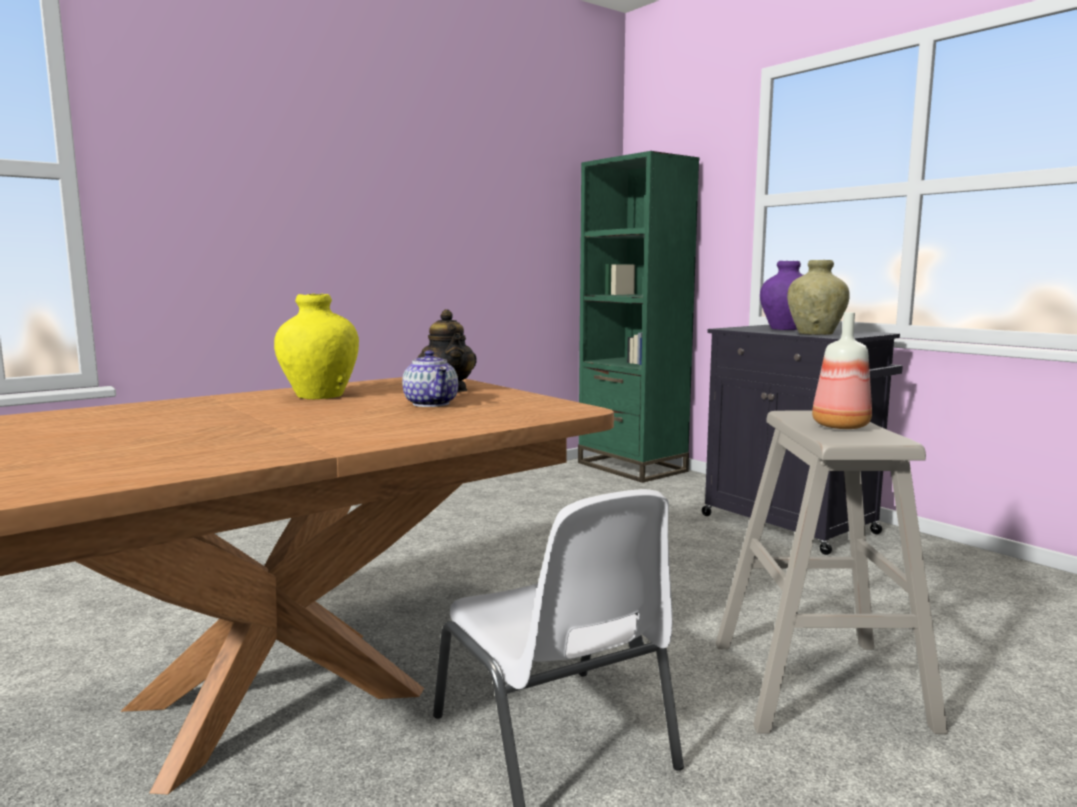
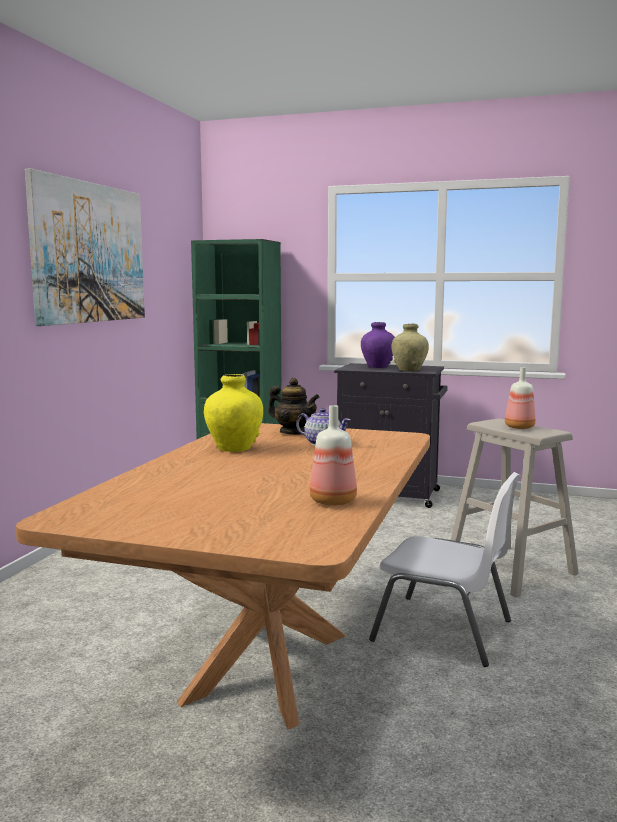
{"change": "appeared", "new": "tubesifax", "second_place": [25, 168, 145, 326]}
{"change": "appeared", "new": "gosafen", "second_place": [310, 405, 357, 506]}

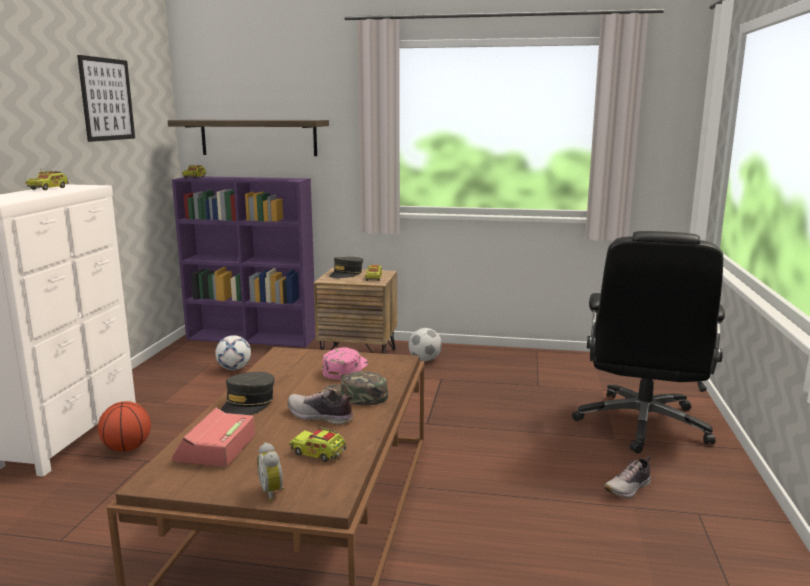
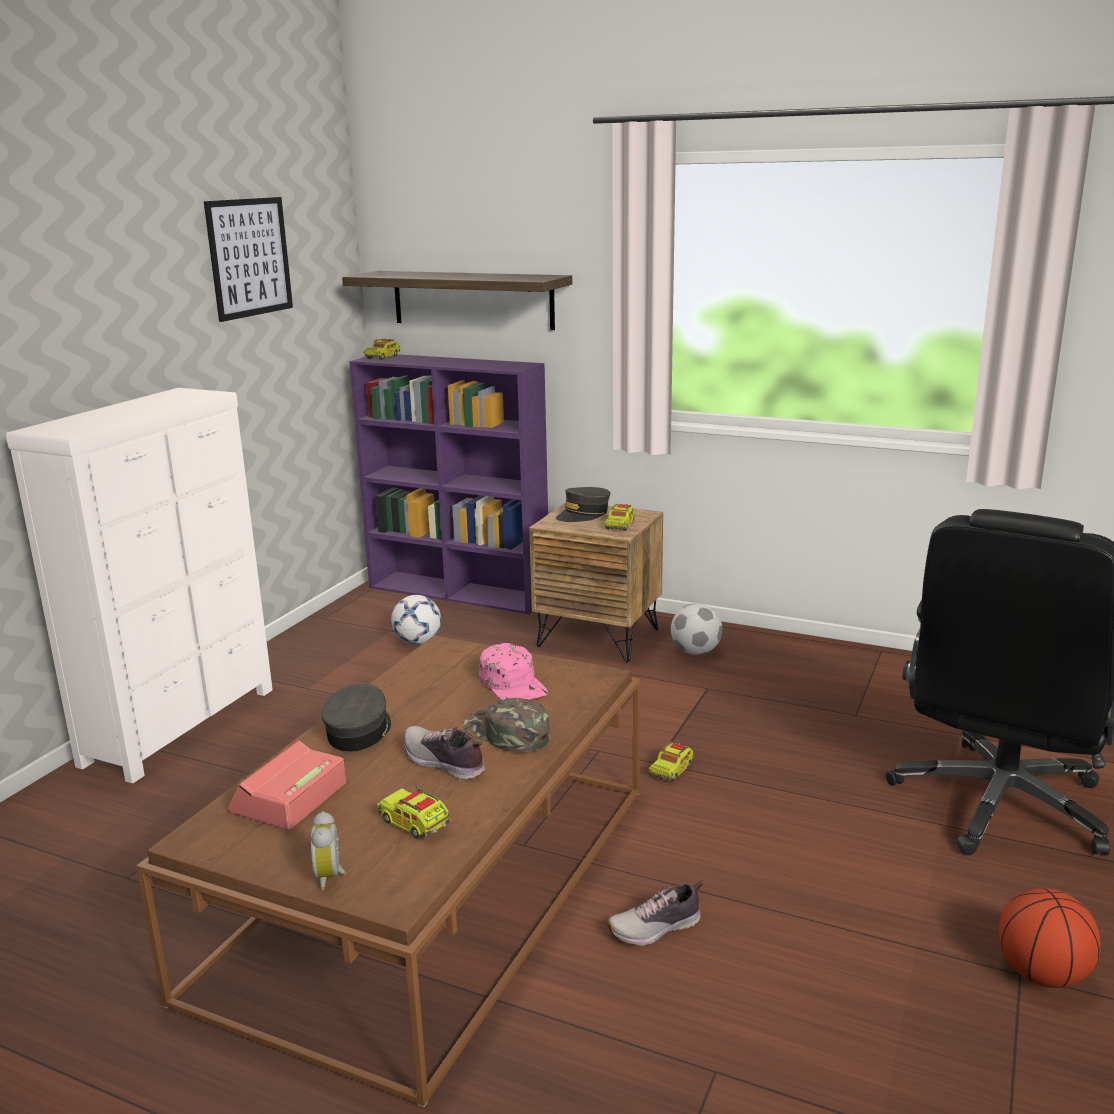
{"change": "spun", "old": "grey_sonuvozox", "first_place": [221, 372, 275, 415], "second_place": [321, 683, 391, 752], "degrees": 150}
{"change": "spun", "old": "pink_sonuvozox", "first_place": [322, 347, 368, 380], "second_place": [479, 643, 548, 700], "degrees": 120}
{"change": "relocated", "old": "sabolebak", "first_place": [604, 456, 651, 499], "second_place": [607, 881, 703, 946]}
{"change": "relocated", "old": "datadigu", "first_place": [25, 171, 69, 190], "second_place": [648, 742, 694, 781]}
{"change": "relocated", "old": "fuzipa", "first_place": [98, 401, 151, 452], "second_place": [999, 888, 1101, 988]}

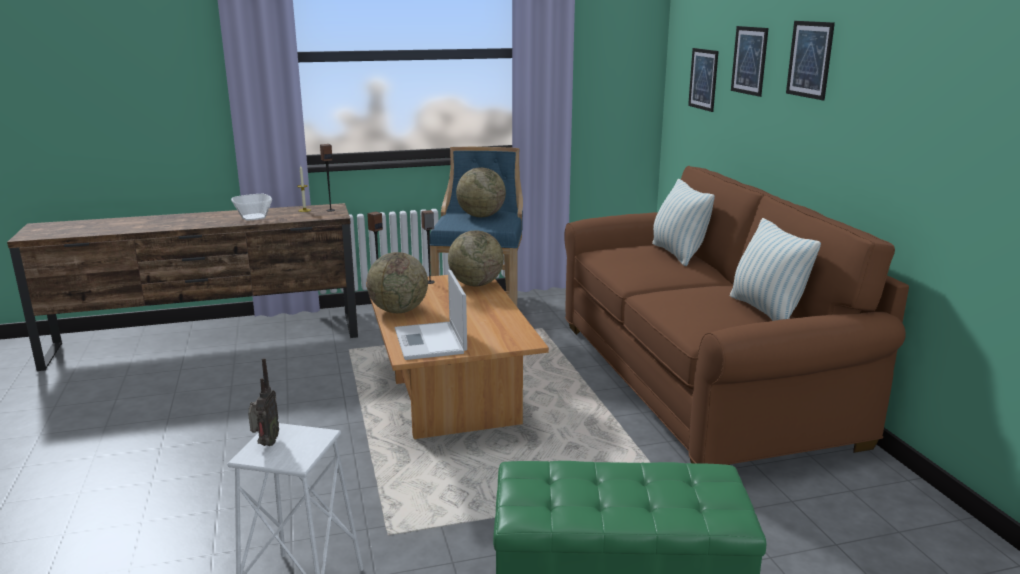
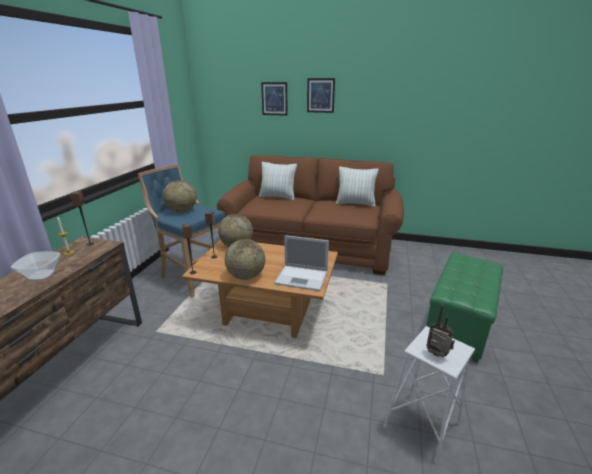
{"change": "missing", "old": "tubesifax", "first_place": [688, 48, 719, 112]}

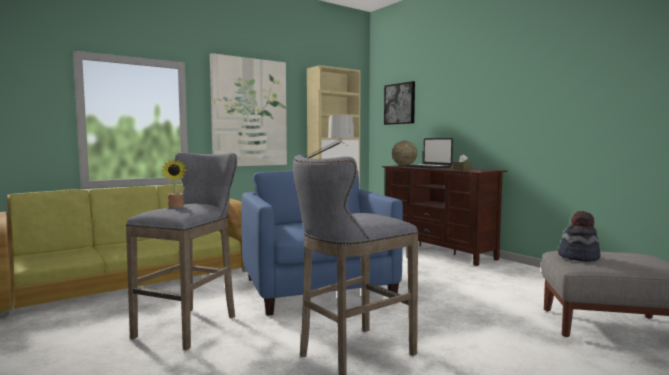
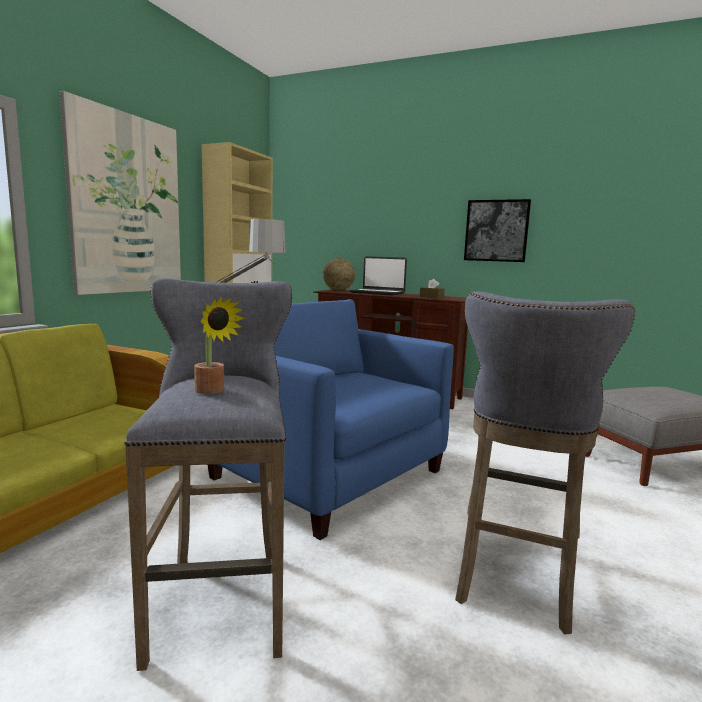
{"change": "relocated", "old": "tubesifax", "first_place": [384, 81, 415, 125], "second_place": [464, 199, 531, 262]}
{"change": "missing", "old": "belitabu", "first_place": [558, 211, 601, 262]}

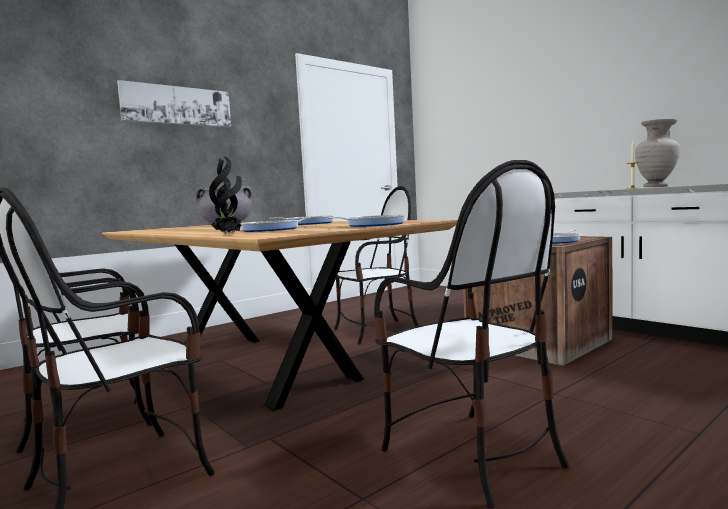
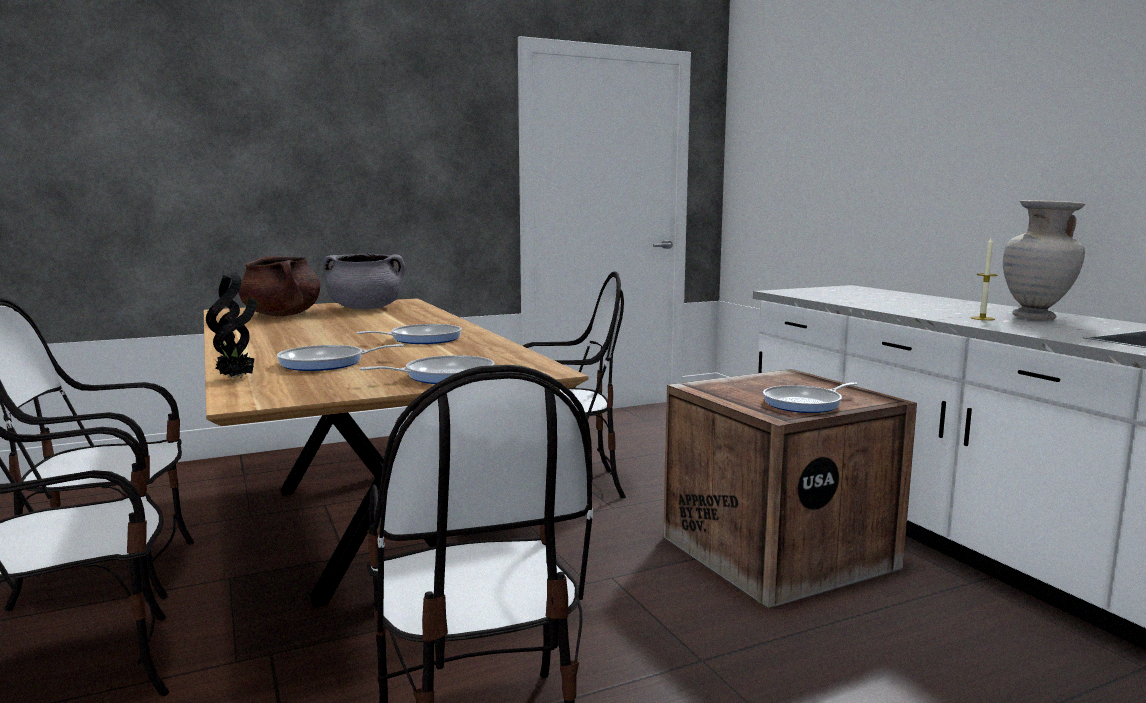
{"change": "appeared", "new": "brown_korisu", "second_place": [238, 256, 320, 316]}
{"change": "missing", "old": "tubesifax", "first_place": [117, 80, 231, 127]}

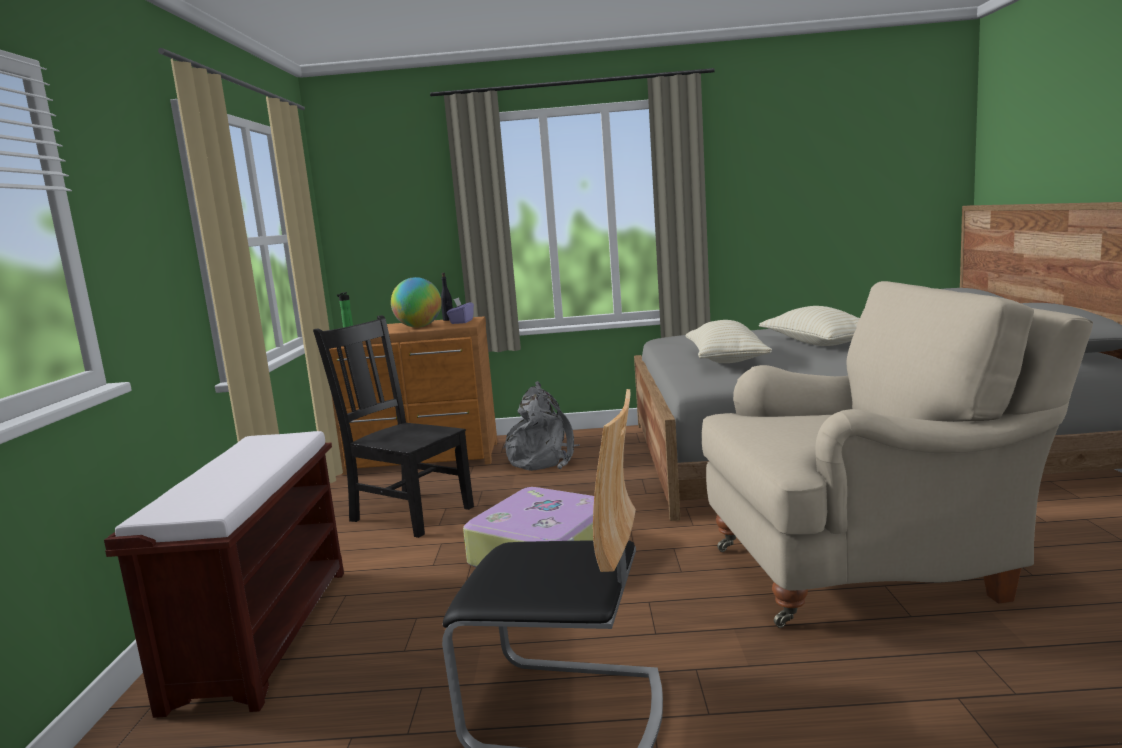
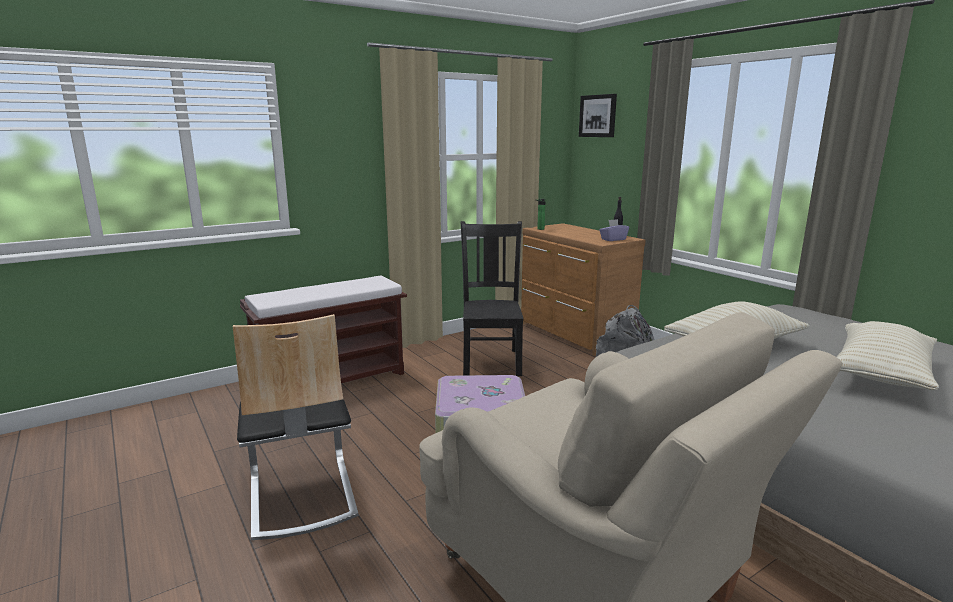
{"change": "appeared", "new": "tubesifax", "second_place": [579, 94, 617, 137]}
{"change": "missing", "old": "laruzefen", "first_place": [391, 277, 442, 327]}

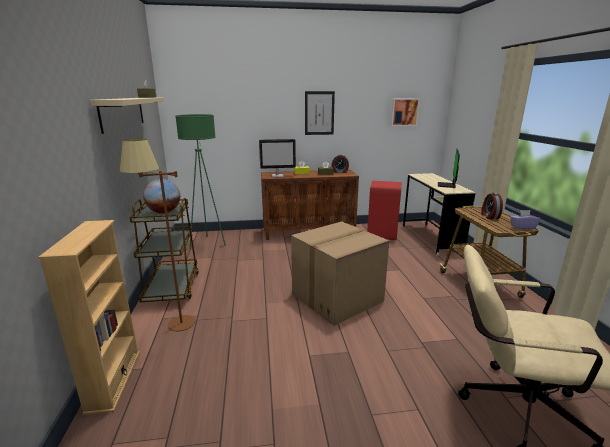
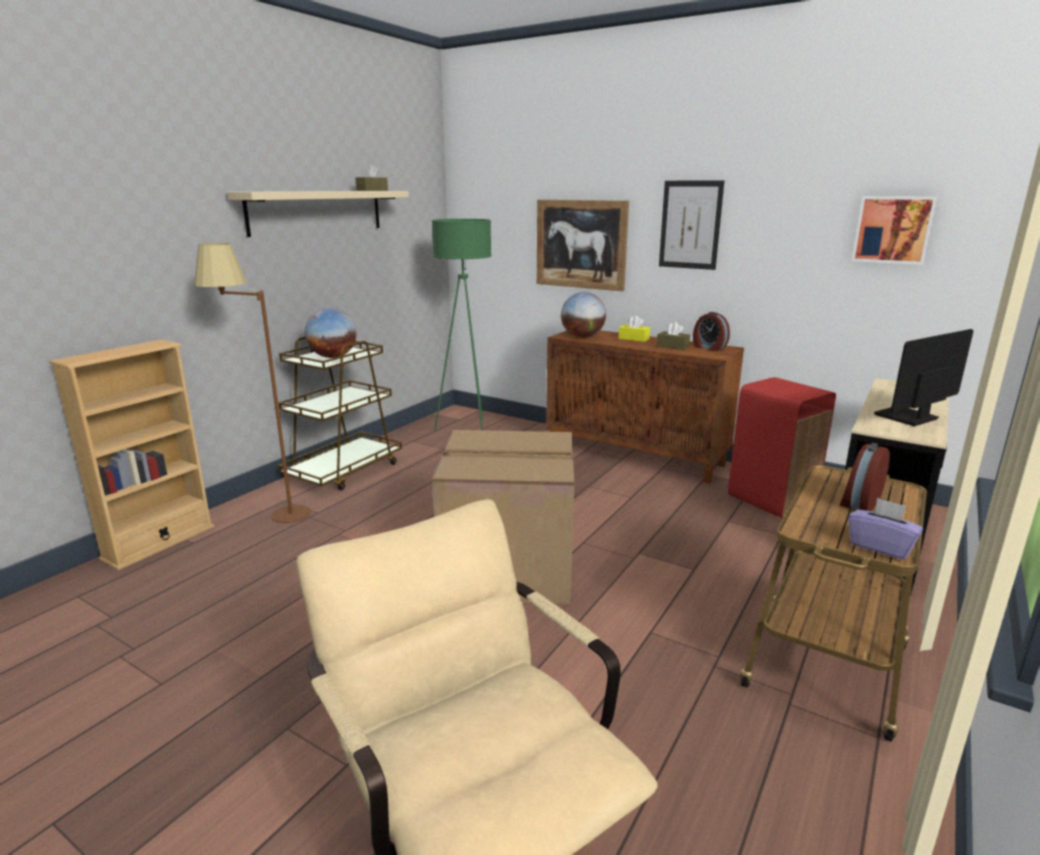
{"change": "appeared", "new": "tubesifax", "second_place": [537, 200, 629, 291]}
{"change": "exchanged", "old": "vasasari", "new": "laruzefen", "first_place": [259, 139, 296, 178], "second_place": [561, 292, 606, 338]}

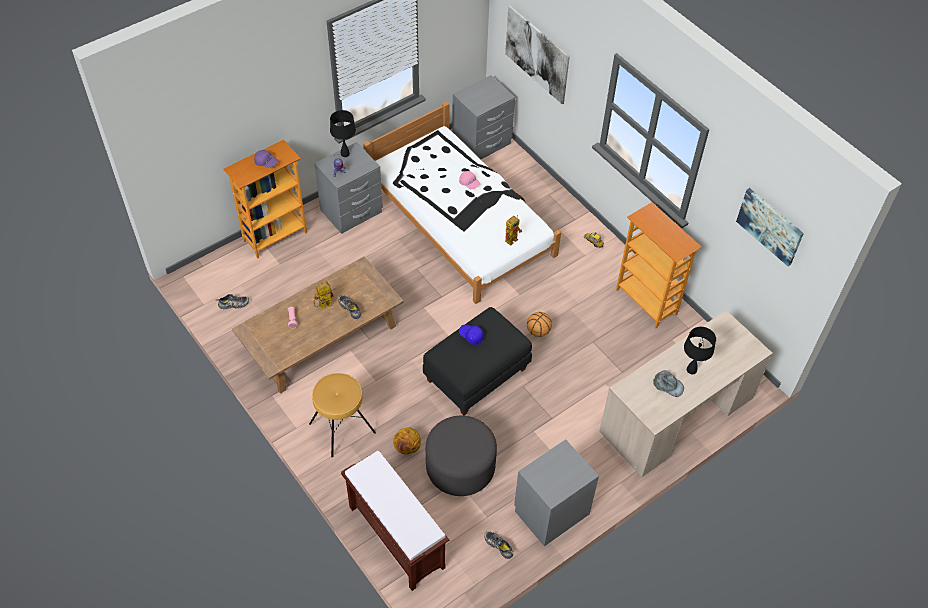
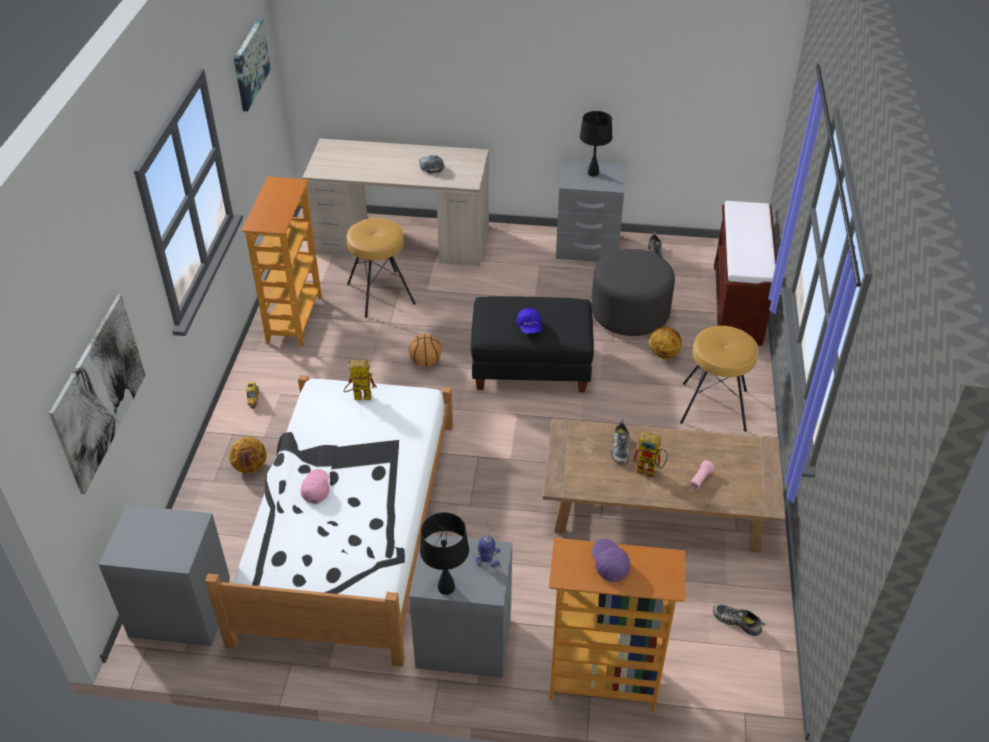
{"change": "appeared", "new": "fuzipa", "second_place": [229, 437, 267, 473]}
{"change": "appeared", "new": "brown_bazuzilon", "second_place": [346, 218, 416, 318]}
{"change": "relocated", "old": "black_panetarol", "first_place": [684, 327, 716, 374], "second_place": [580, 111, 612, 176]}

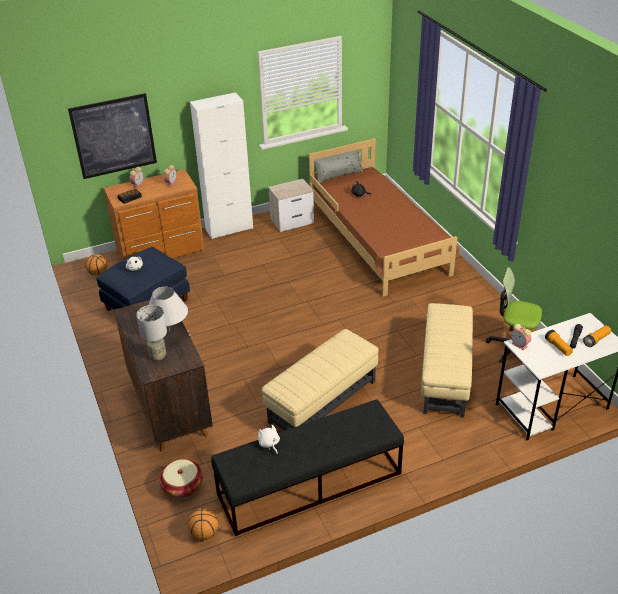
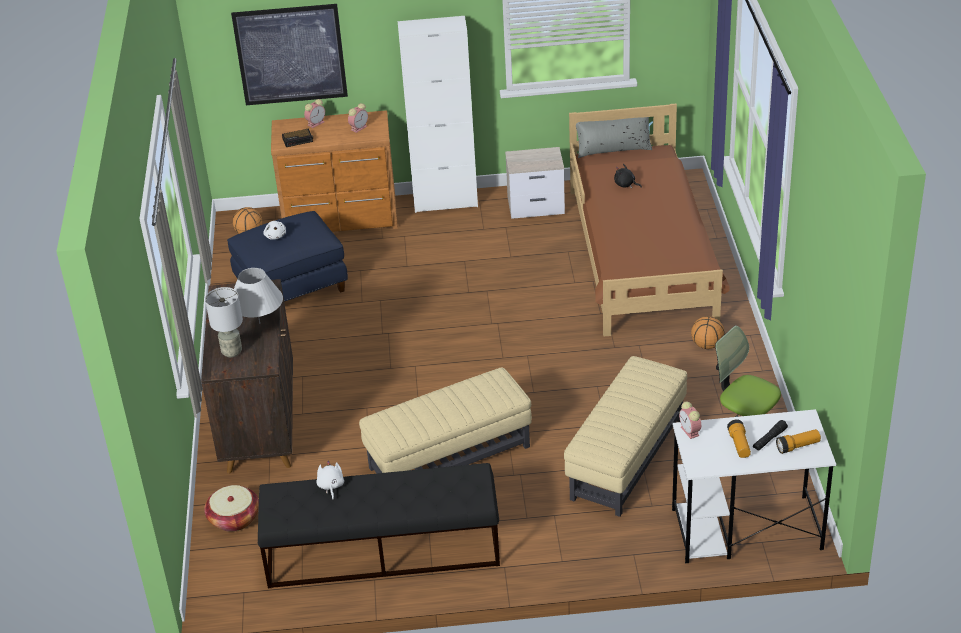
{"change": "relocated", "old": "fuzipa", "first_place": [188, 508, 219, 540], "second_place": [691, 316, 725, 349]}

